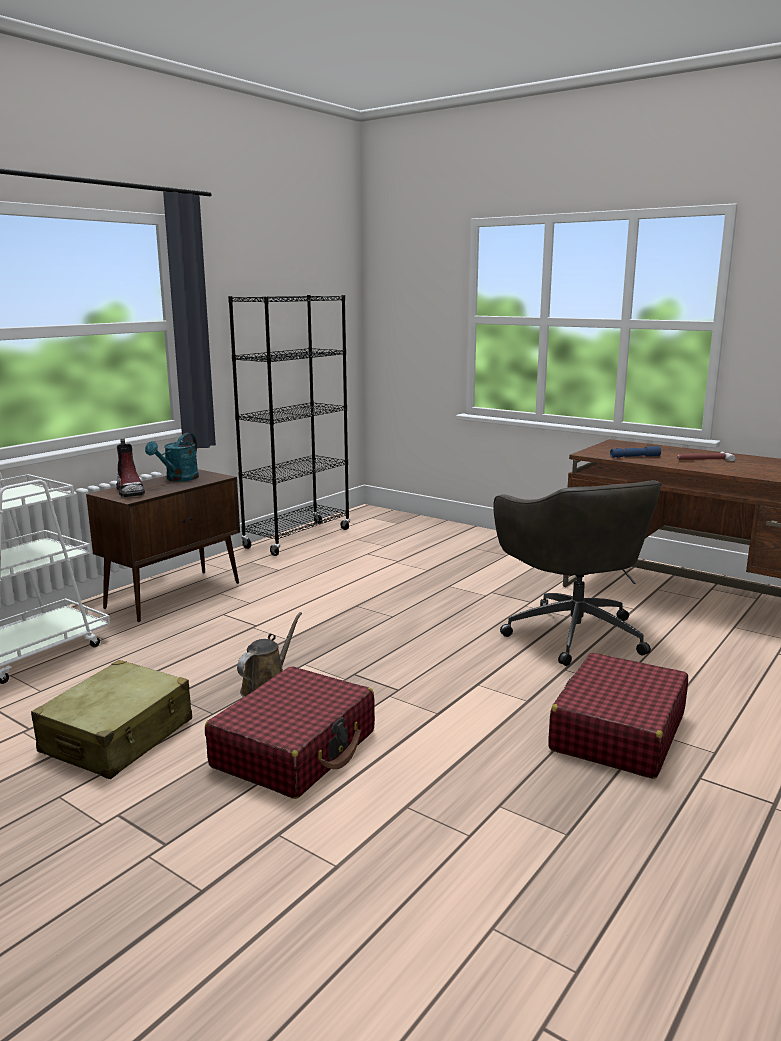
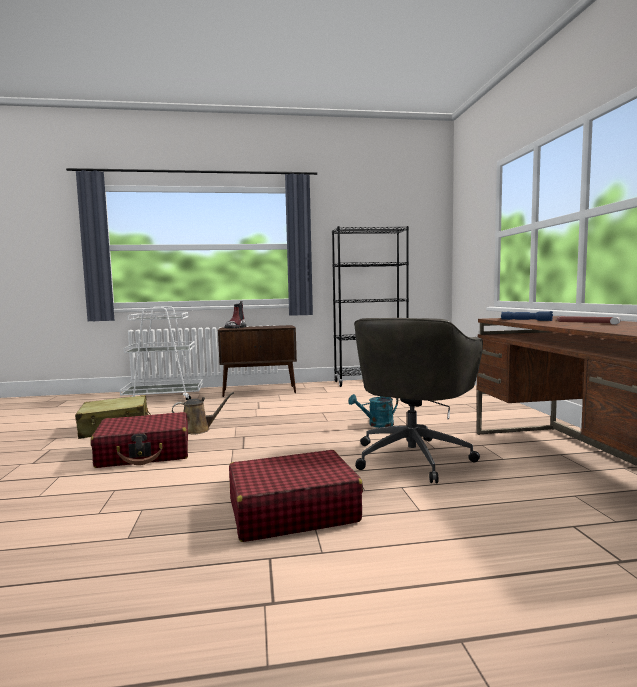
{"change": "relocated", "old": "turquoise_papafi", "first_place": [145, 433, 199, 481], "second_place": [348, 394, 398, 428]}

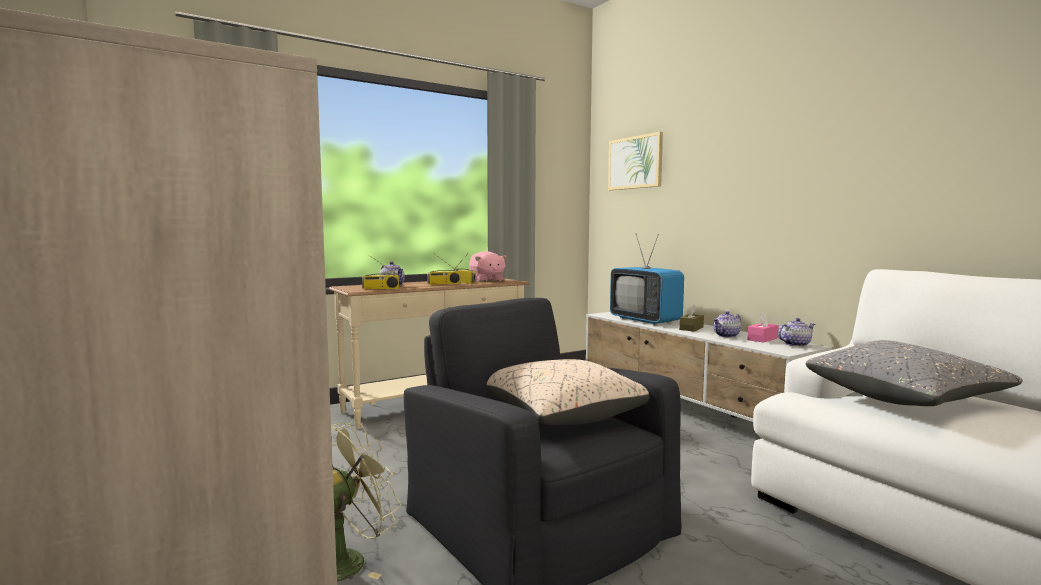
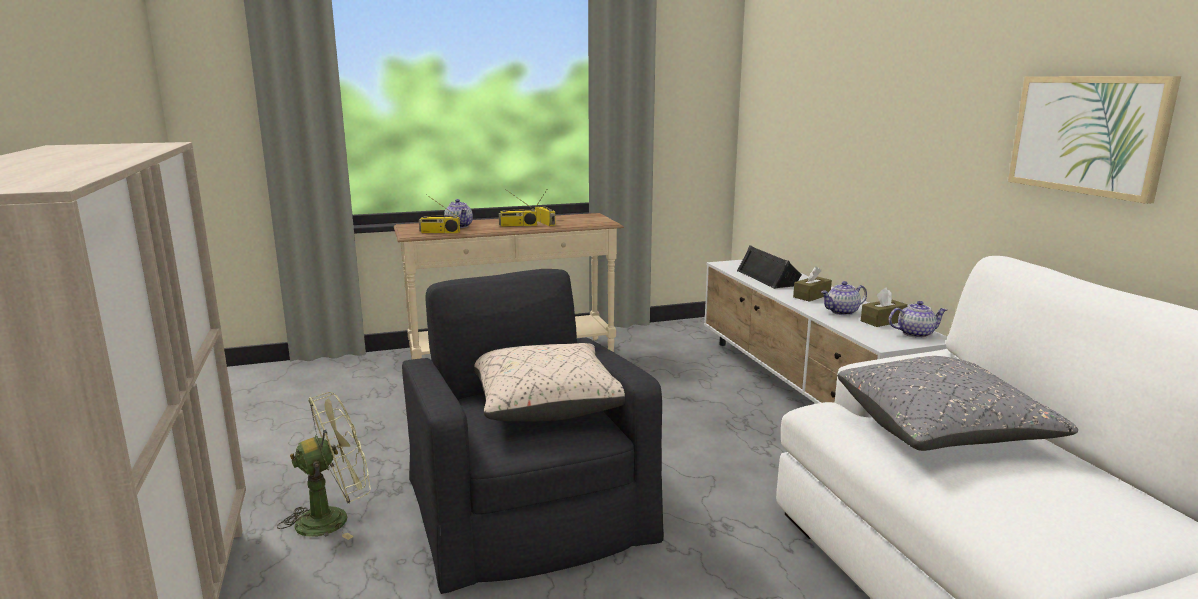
{"change": "exchanged", "old": "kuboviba", "new": "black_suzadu", "first_place": [610, 234, 684, 325], "second_place": [737, 245, 802, 289]}
{"change": "colour", "old": "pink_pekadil", "new": "brown_pekadil", "first_place": [747, 312, 779, 343], "second_place": [861, 287, 908, 327]}
{"change": "relocated", "old": "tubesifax", "first_place": [608, 132, 663, 190], "second_place": [1008, 76, 1181, 204]}
{"change": "missing", "old": "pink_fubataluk", "first_place": [469, 251, 507, 282]}

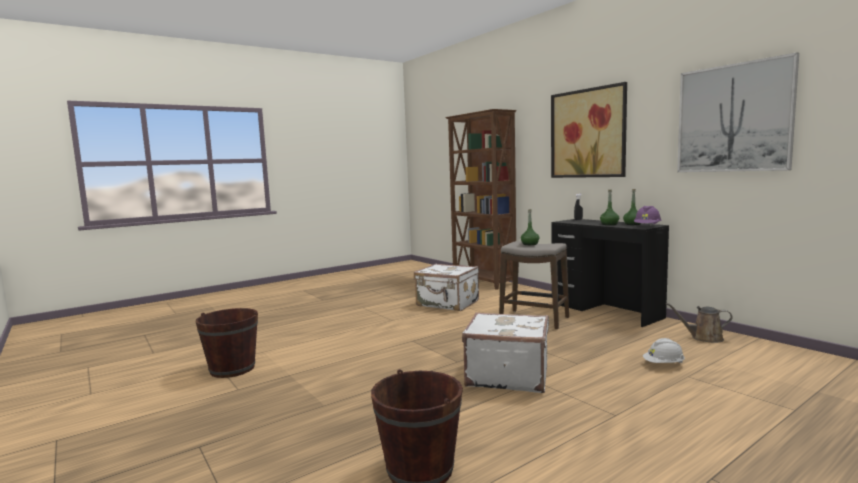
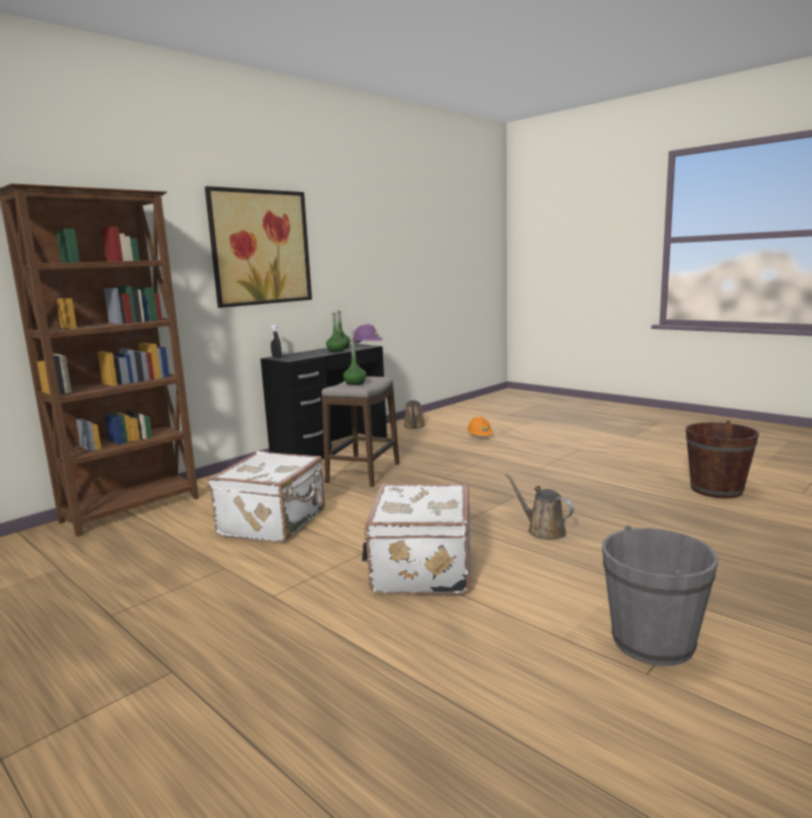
{"change": "relocated", "old": "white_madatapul", "first_place": [462, 312, 549, 393], "second_place": [362, 484, 471, 595]}
{"change": "colour", "old": "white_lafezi", "new": "orange_lafezi", "first_place": [643, 338, 685, 363], "second_place": [467, 417, 493, 436]}
{"change": "appeared", "new": "brown_papafi", "second_place": [505, 473, 574, 540]}
{"change": "colour", "old": "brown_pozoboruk", "new": "grey_pozoboruk", "first_place": [196, 308, 258, 378], "second_place": [602, 525, 719, 666]}
{"change": "missing", "old": "tubesifax", "first_place": [677, 53, 799, 172]}

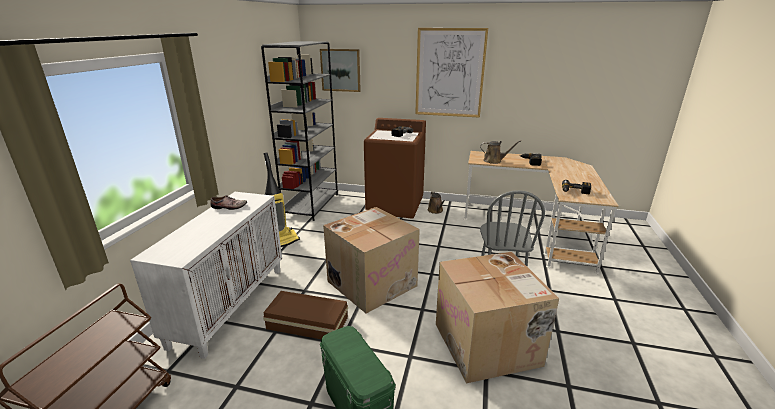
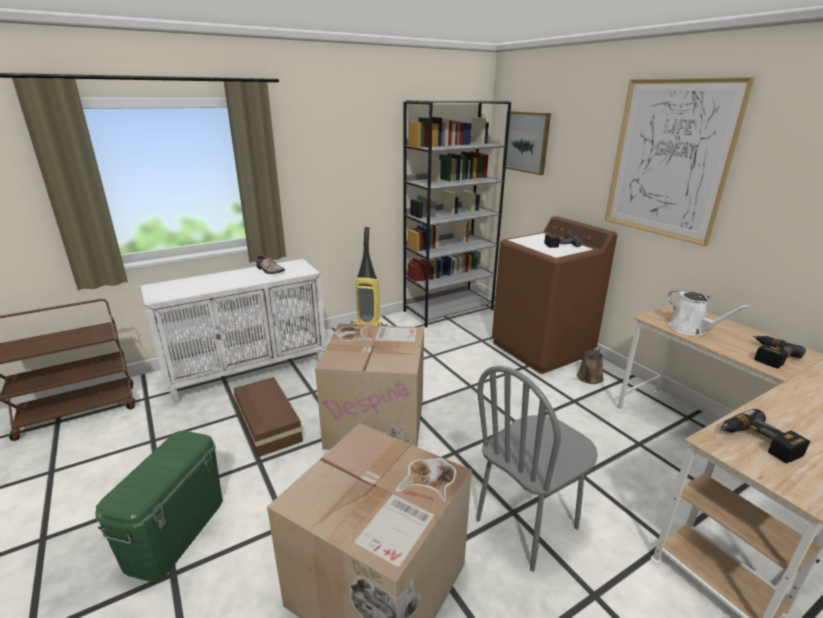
{"change": "colour", "old": "brown_papafi", "new": "white_papafi", "first_place": [480, 140, 521, 164], "second_place": [667, 290, 751, 336]}

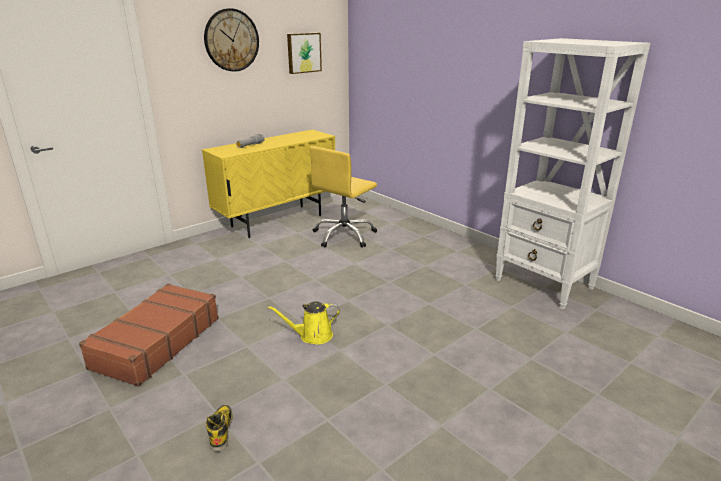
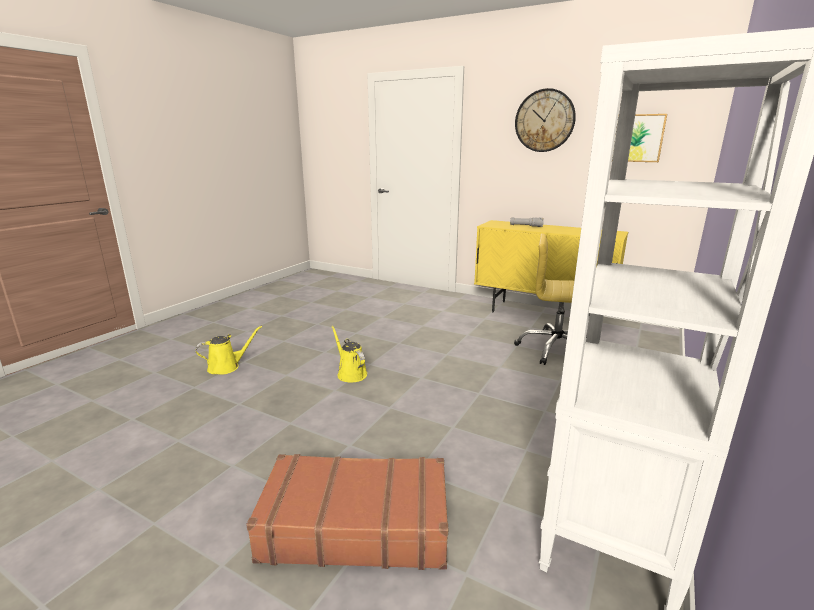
{"change": "exchanged", "old": "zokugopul", "new": "yellow_papafi", "first_place": [206, 404, 233, 452], "second_place": [195, 326, 262, 375]}
{"change": "relocated", "old": "brown_madatapul", "first_place": [79, 284, 219, 387], "second_place": [246, 454, 448, 570]}

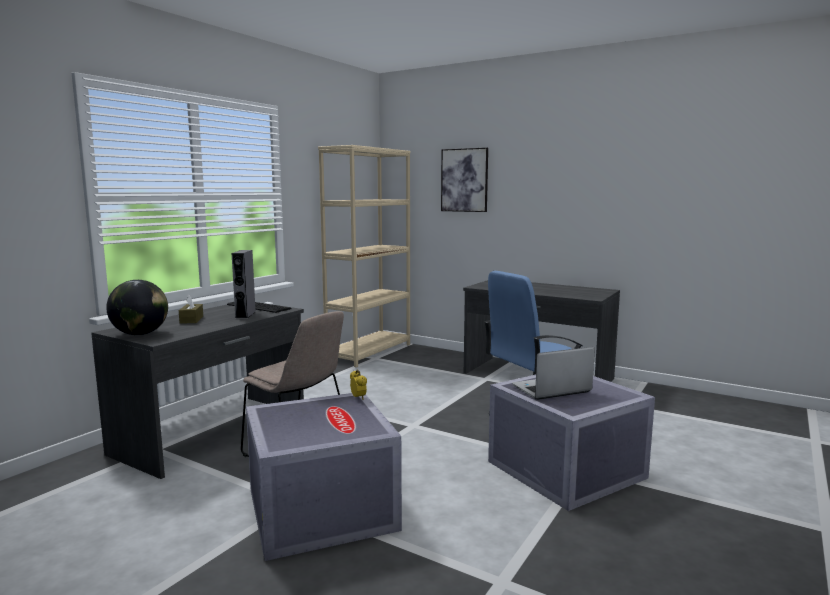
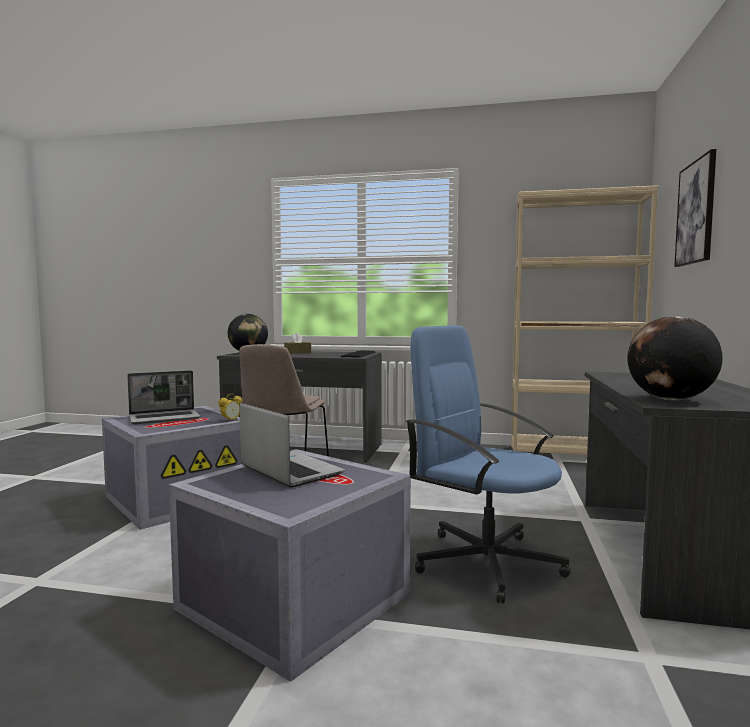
{"change": "appeared", "new": "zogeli", "second_place": [127, 370, 201, 424]}
{"change": "appeared", "new": "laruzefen", "second_place": [627, 316, 723, 400]}
{"change": "missing", "old": "grey_suzadu", "first_place": [231, 250, 256, 319]}

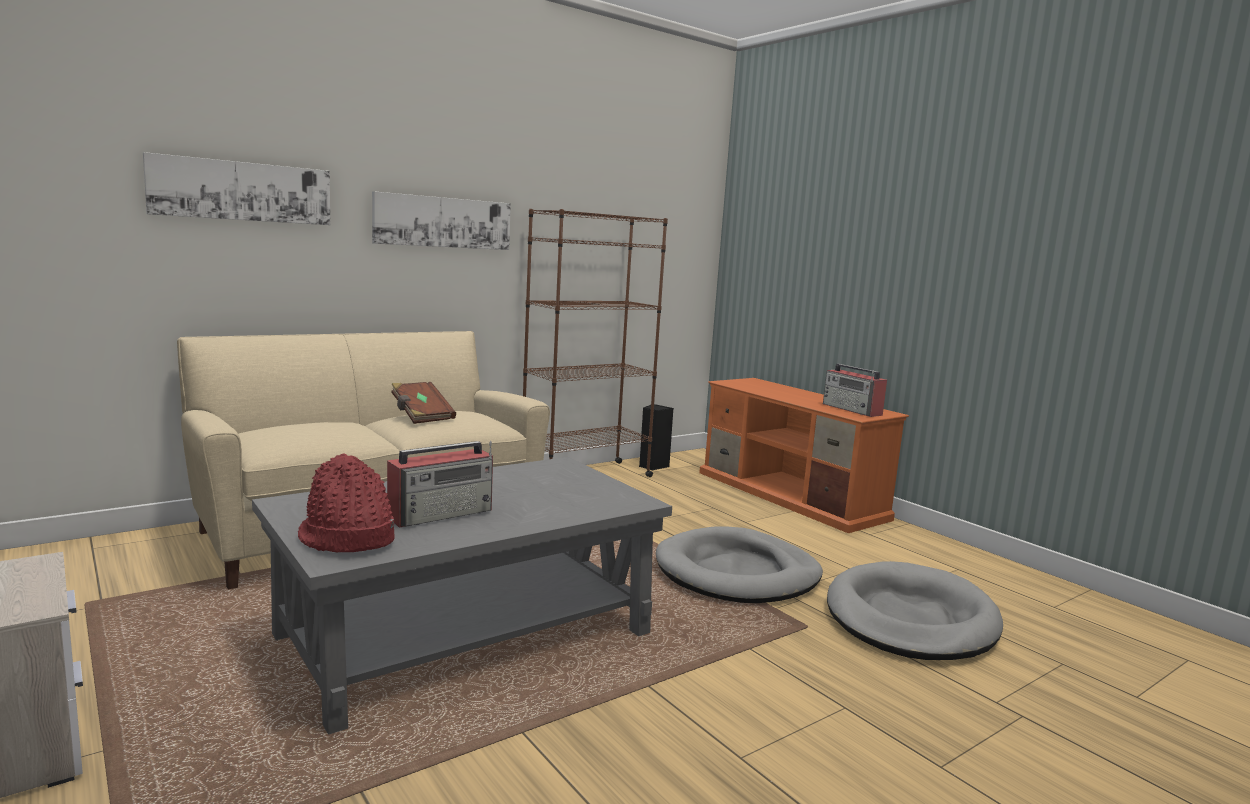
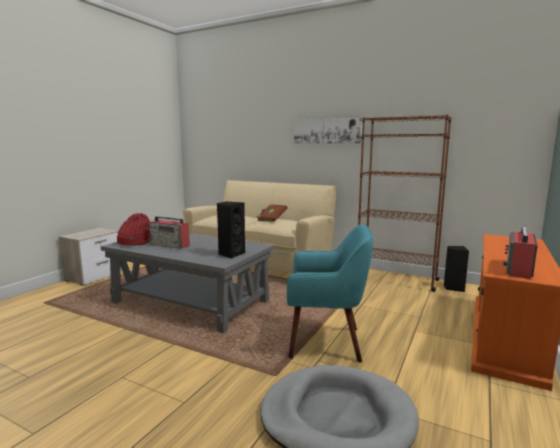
{"change": "appeared", "new": "black_suzadu", "second_place": [217, 202, 245, 259]}
{"change": "exchanged", "old": "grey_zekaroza", "new": "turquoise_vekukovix", "first_place": [656, 526, 823, 603], "second_place": [287, 224, 373, 362]}
{"change": "missing", "old": "tubesifax", "first_place": [143, 152, 330, 225]}

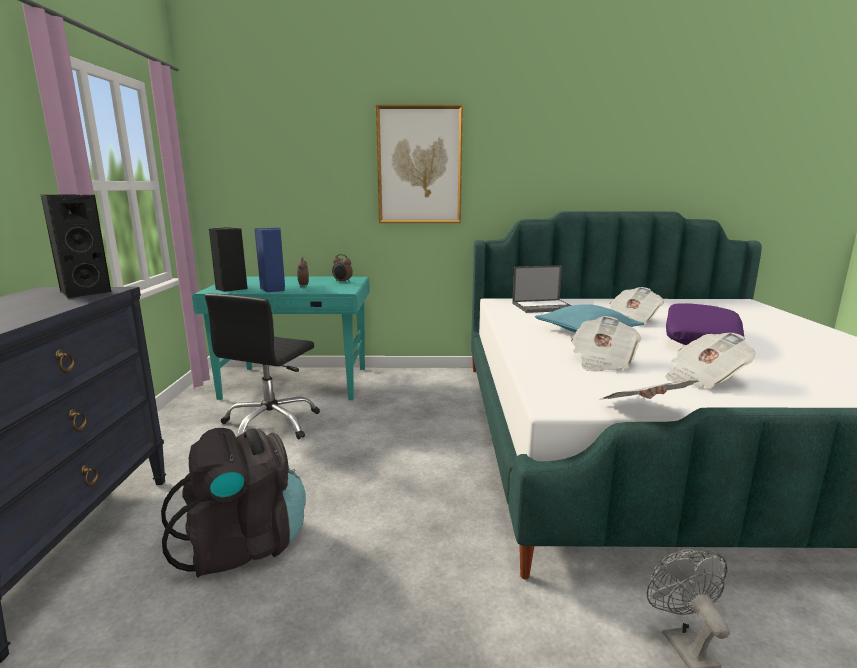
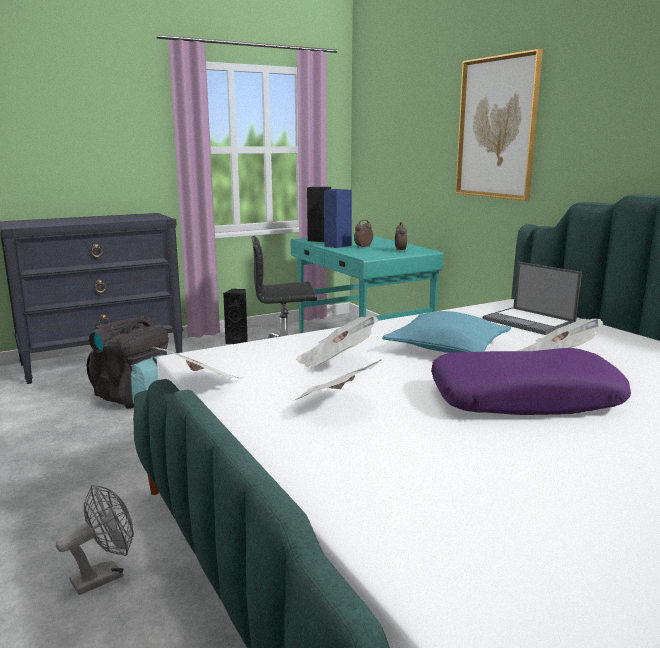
{"change": "relocated", "old": "black_suzadu", "first_place": [41, 194, 112, 299], "second_place": [223, 289, 248, 344]}

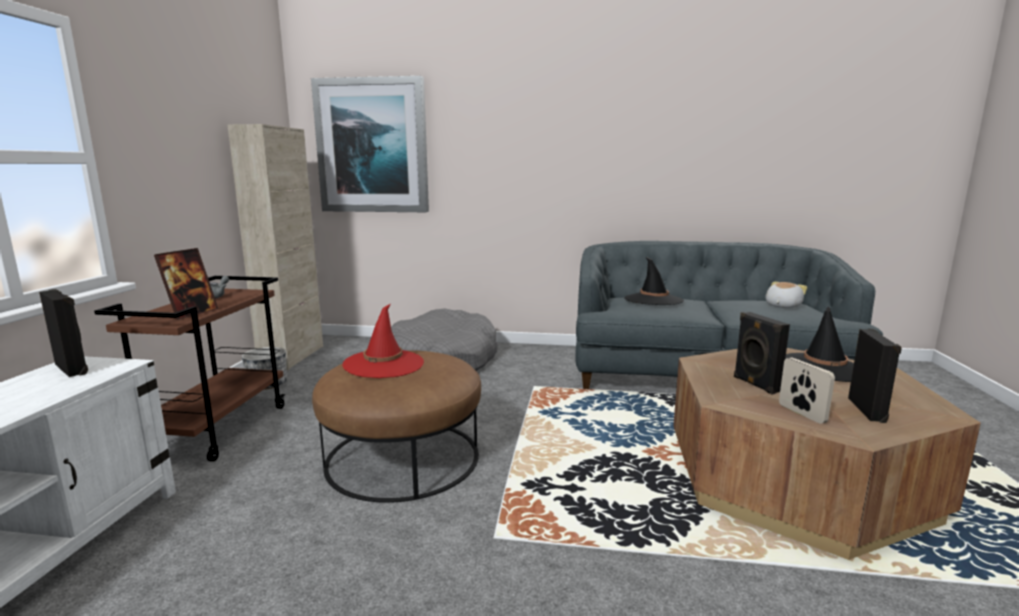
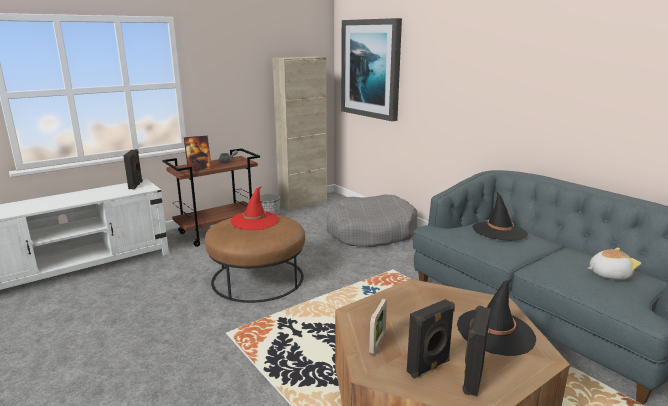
{"change": "relocated", "old": "black_suzadu", "first_place": [734, 312, 790, 394], "second_place": [462, 305, 491, 396]}

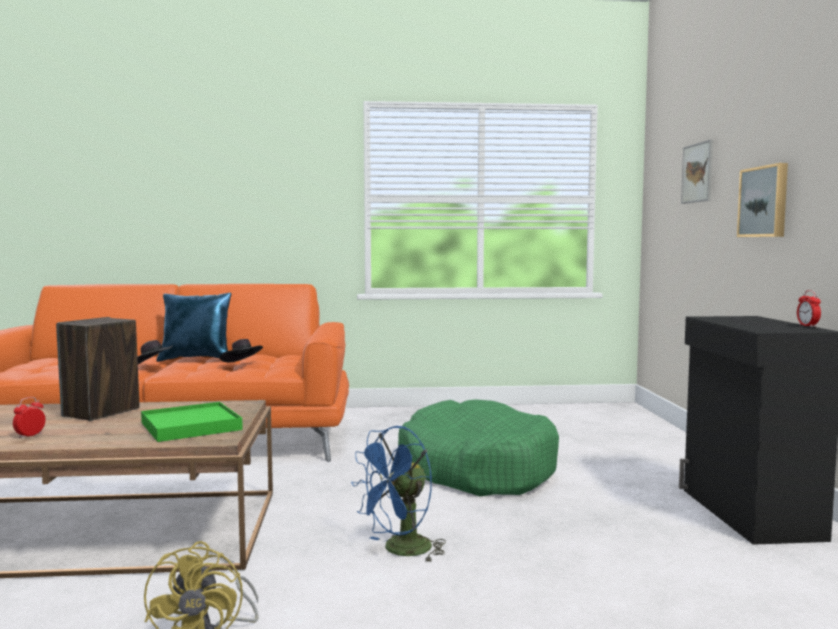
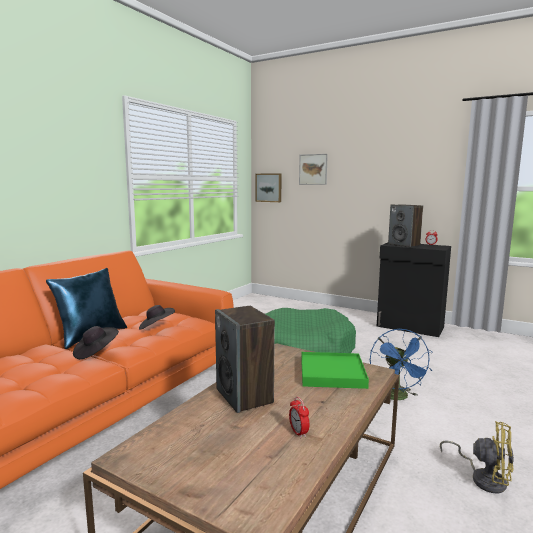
{"change": "relocated", "old": "tubesifax", "first_place": [737, 163, 788, 237], "second_place": [256, 173, 282, 202]}
{"change": "appeared", "new": "suzadu", "second_place": [388, 204, 423, 247]}

